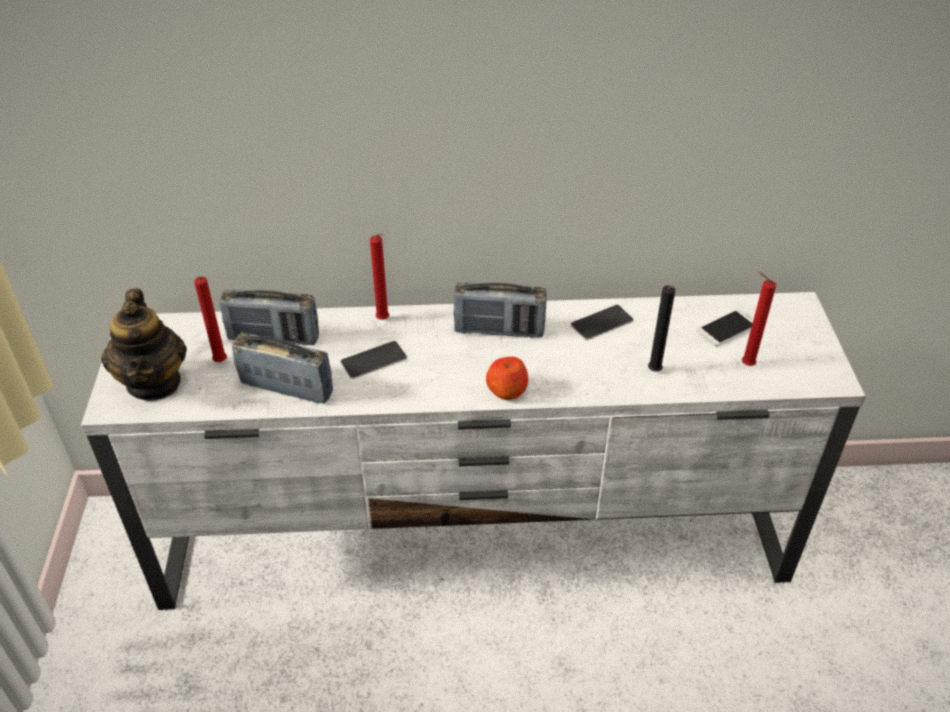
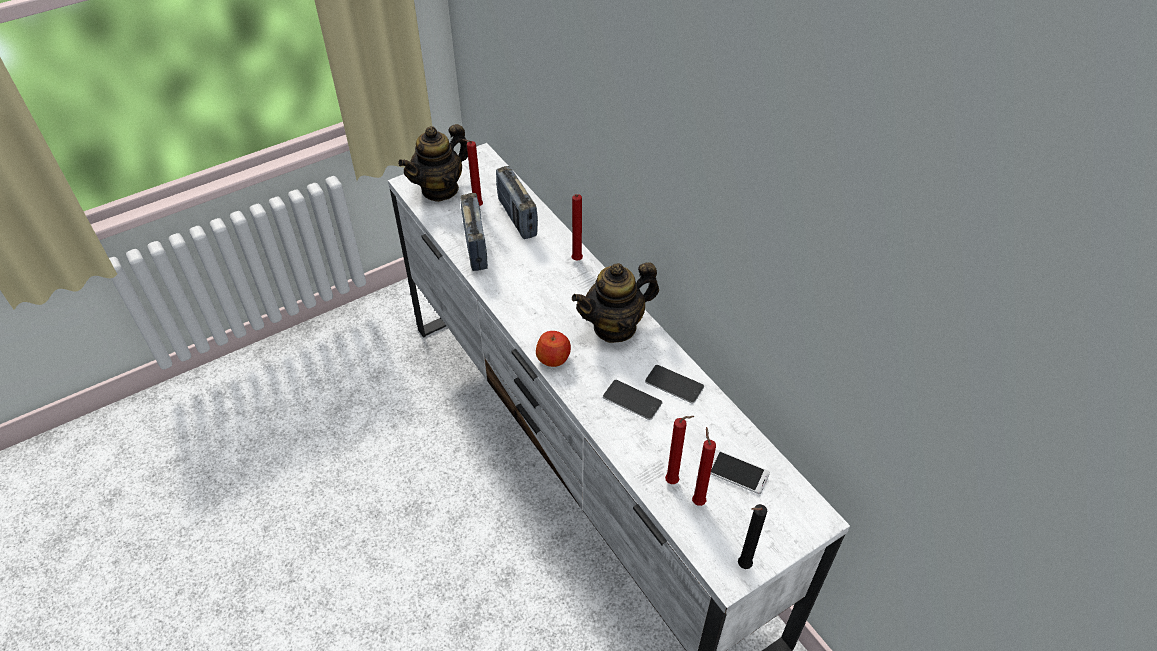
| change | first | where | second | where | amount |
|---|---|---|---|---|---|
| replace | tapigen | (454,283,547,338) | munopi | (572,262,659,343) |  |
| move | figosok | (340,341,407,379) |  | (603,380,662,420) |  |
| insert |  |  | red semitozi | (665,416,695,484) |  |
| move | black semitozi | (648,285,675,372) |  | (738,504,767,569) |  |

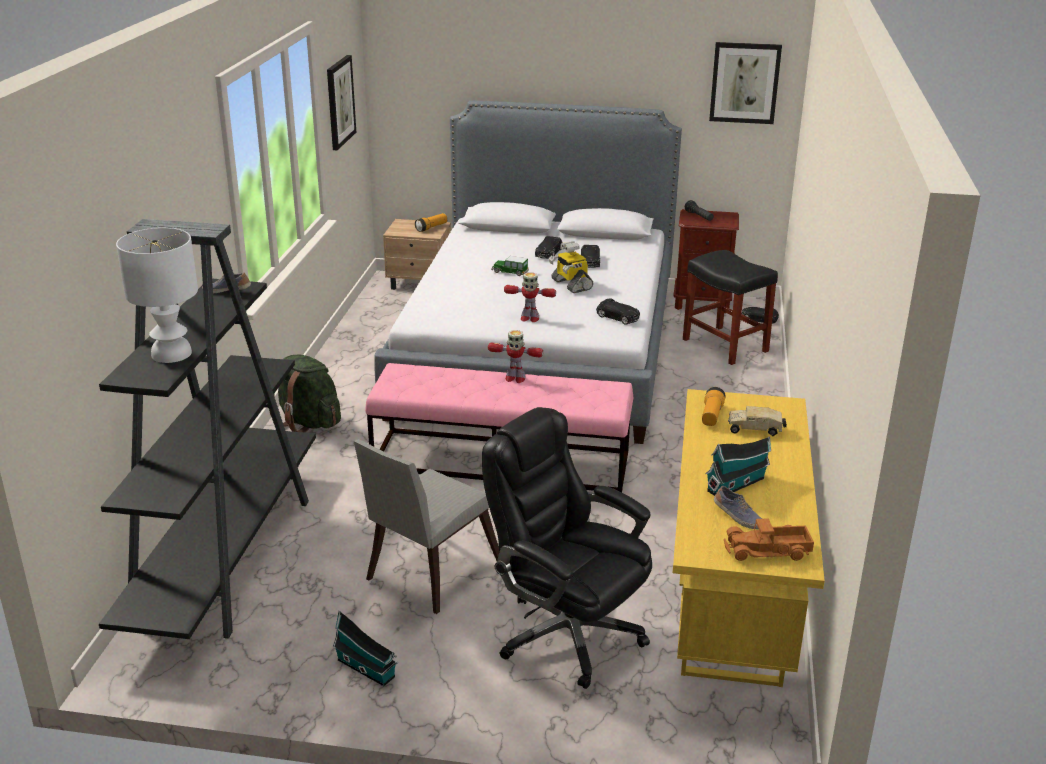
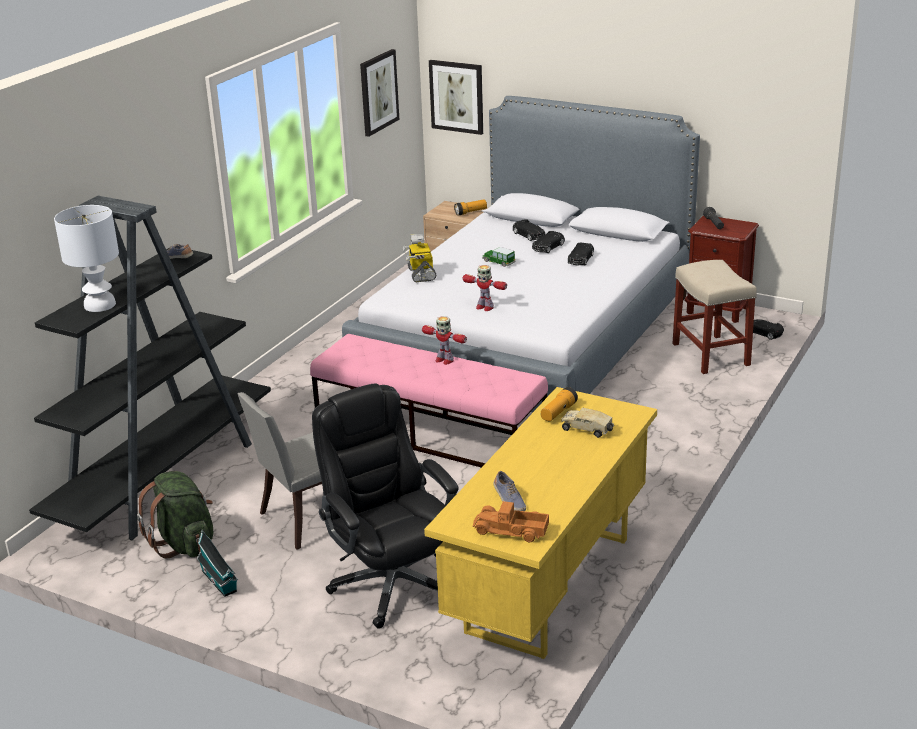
| change | first | where | second | where | amount |
|---|---|---|---|---|---|
| move | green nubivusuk | (270,355,341,432) |  | (137,471,214,558) |  |
| move | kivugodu | (549,241,593,293) |  | (402,234,436,282) |  |
| move | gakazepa | (709,42,782,124) |  | (429,60,483,135) |  |
| move | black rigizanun | (596,299,640,325) |  | (513,219,545,241) |  |
| recolor | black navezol | (683,250,778,365) | beige navezol | (672,260,757,374) |  |
| delete | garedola | (706,437,771,496) |  |  |  |

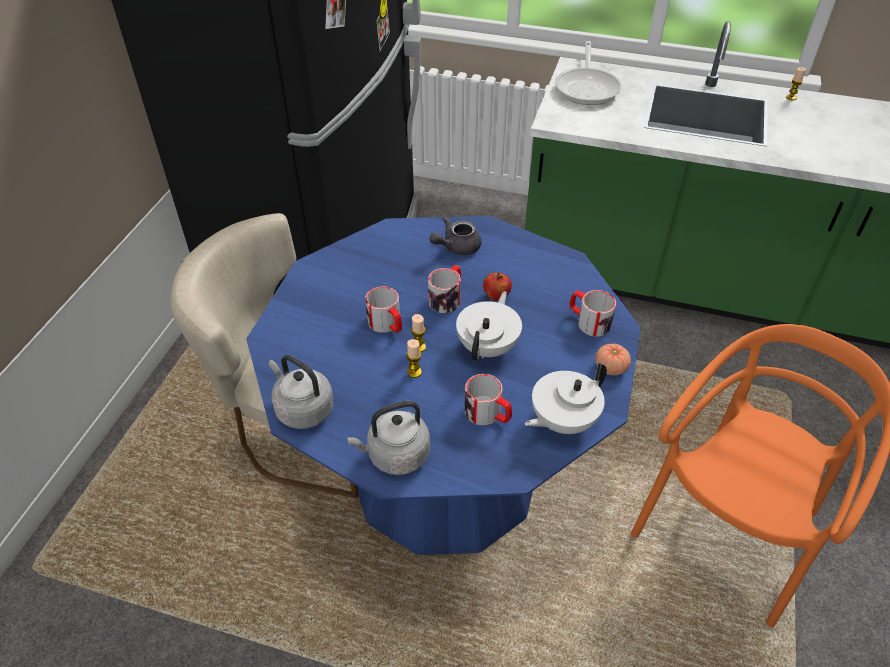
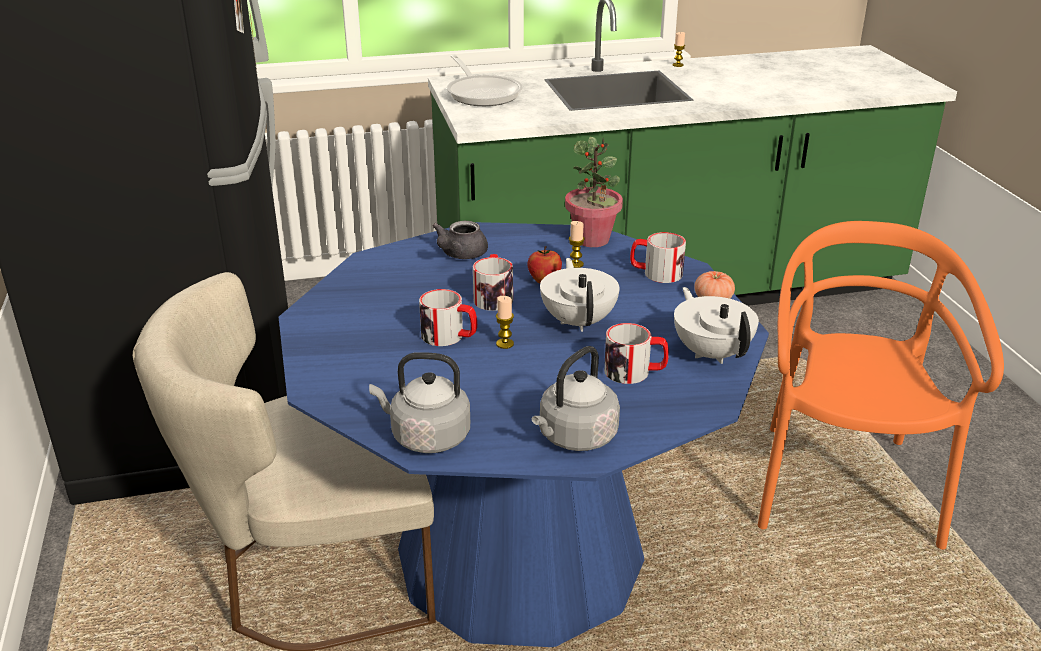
| change | first | where | second | where | amount |
|---|---|---|---|---|---|
| insert |  |  | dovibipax | (565,137,623,247) |  |
| move | semitozi | (406,339,422,378) |  | (569,221,585,268) |  |
| rotate | white munopi | (525,362,607,434) |  | (674,287,759,364) | 135 degrees clockwise |

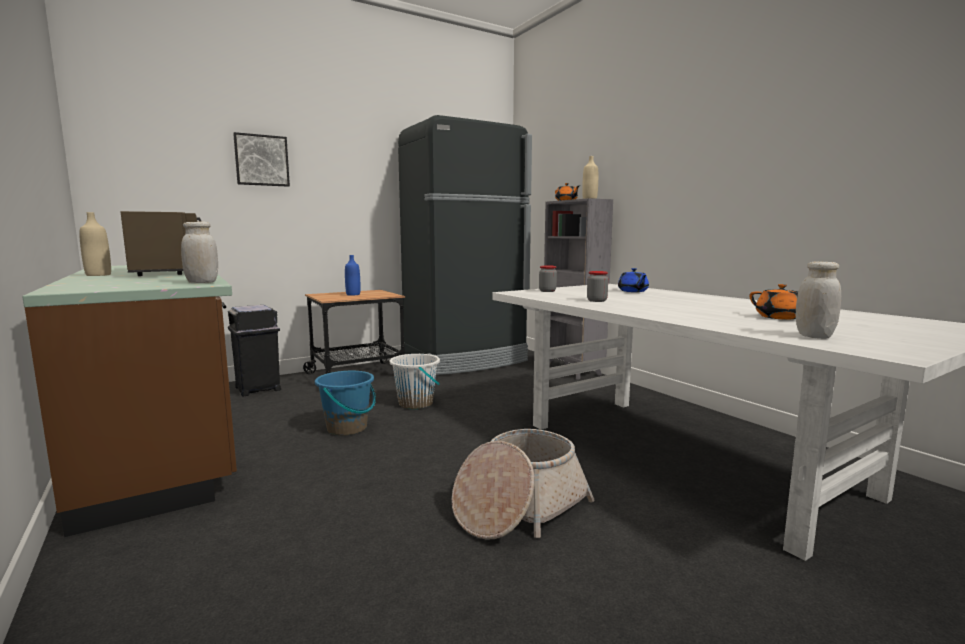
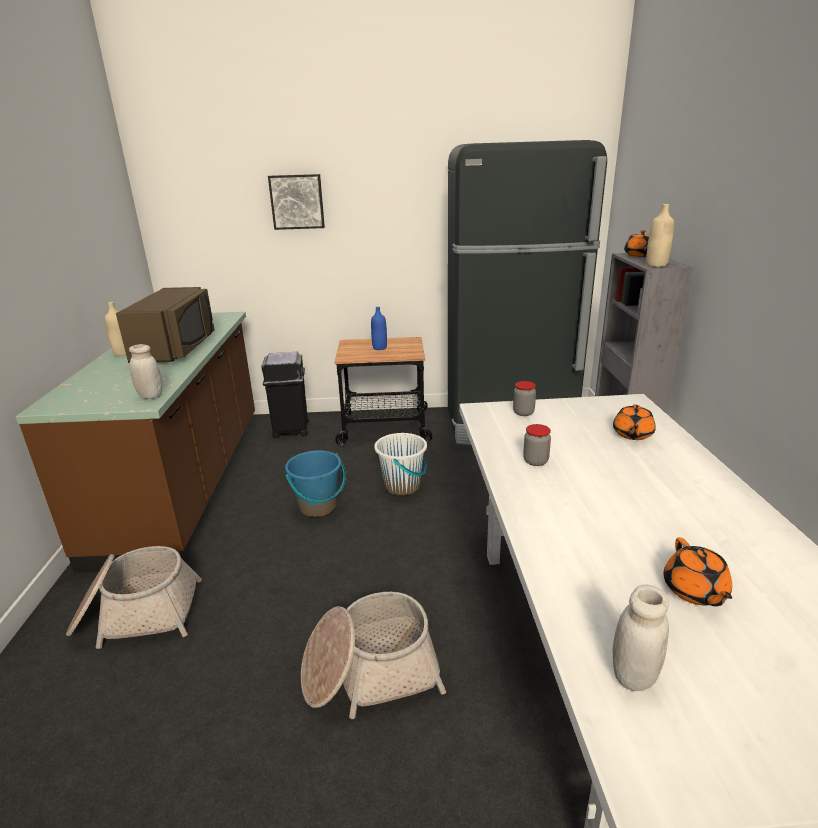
| change | first | where | second | where | amount |
|---|---|---|---|---|---|
| insert |  |  | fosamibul | (66,546,202,649) |  |
| recolor | blue munopi | (618,268,649,292) | orange munopi | (613,404,656,440) |  |

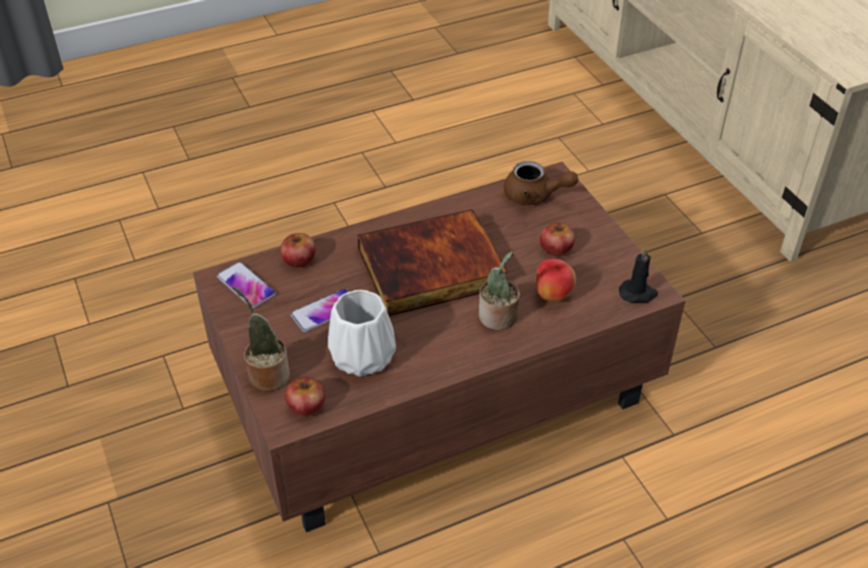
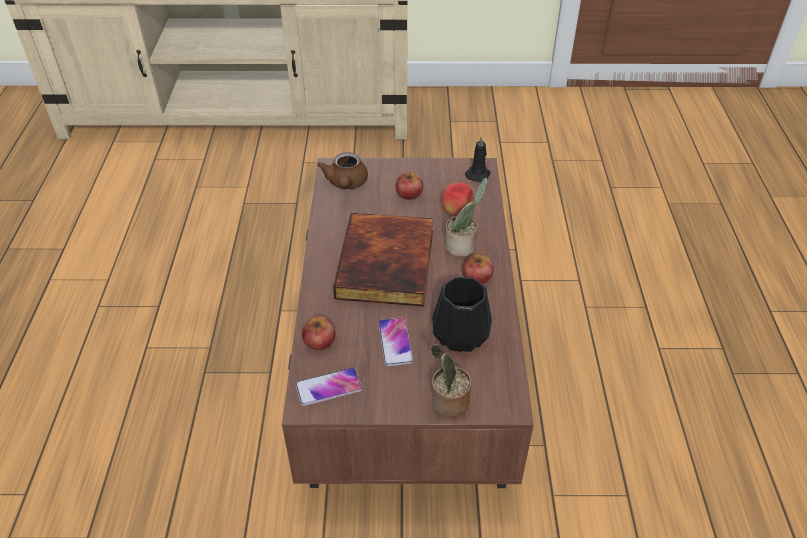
| change | first | where | second | where | amount |
|---|---|---|---|---|---|
| rotate | brown munopi | (504,161,578,205) |  | (317,152,368,189) | 135 degrees clockwise |
| recolor | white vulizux | (328,290,396,377) | black vulizux | (432,276,492,352) |  |
| move | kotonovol | (285,377,325,416) |  | (462,254,494,284) |  |

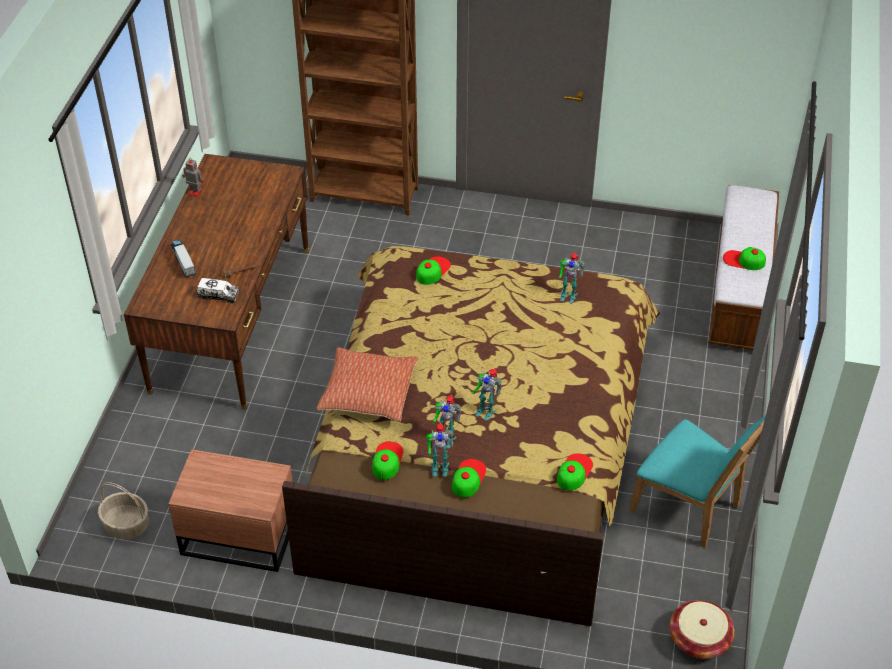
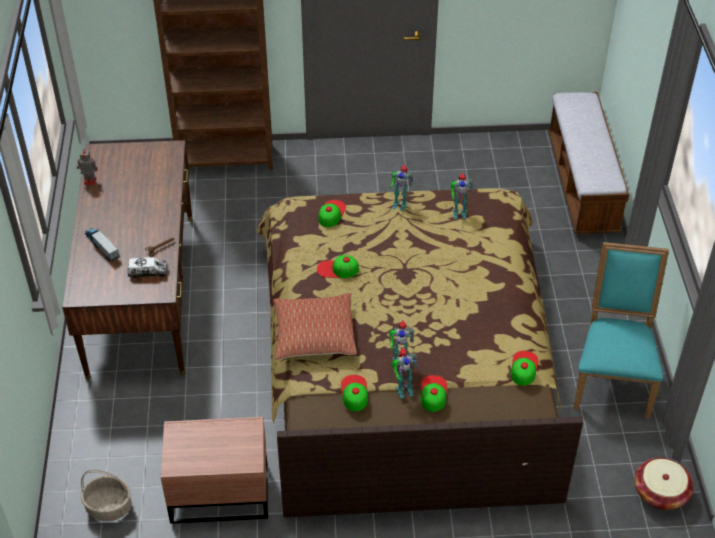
| change | first | where | second | where | amount |
|---|---|---|---|---|---|
| move | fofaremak | (723,247,766,270) |  | (317,255,359,278) |  |
| move | kivugodu | (472,368,502,420) |  | (390,165,413,211) |  |
| rotate | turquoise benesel | (629,416,765,548) |  | (574,242,669,419) | 105 degrees counterclockwise |

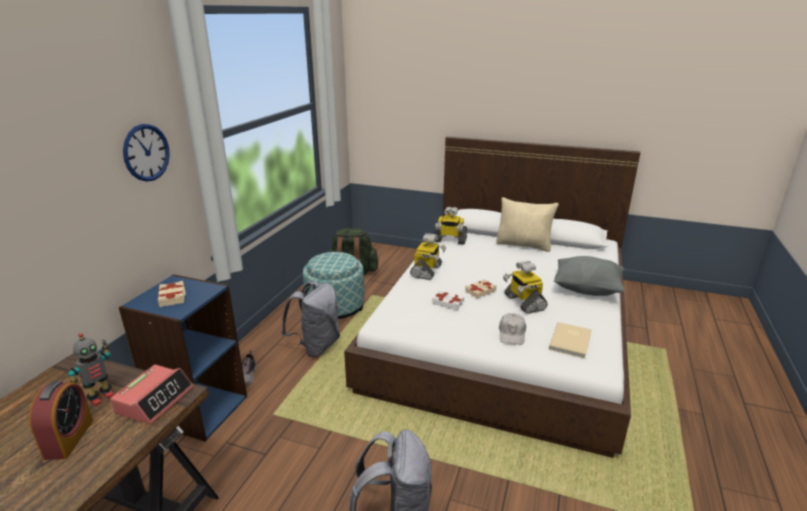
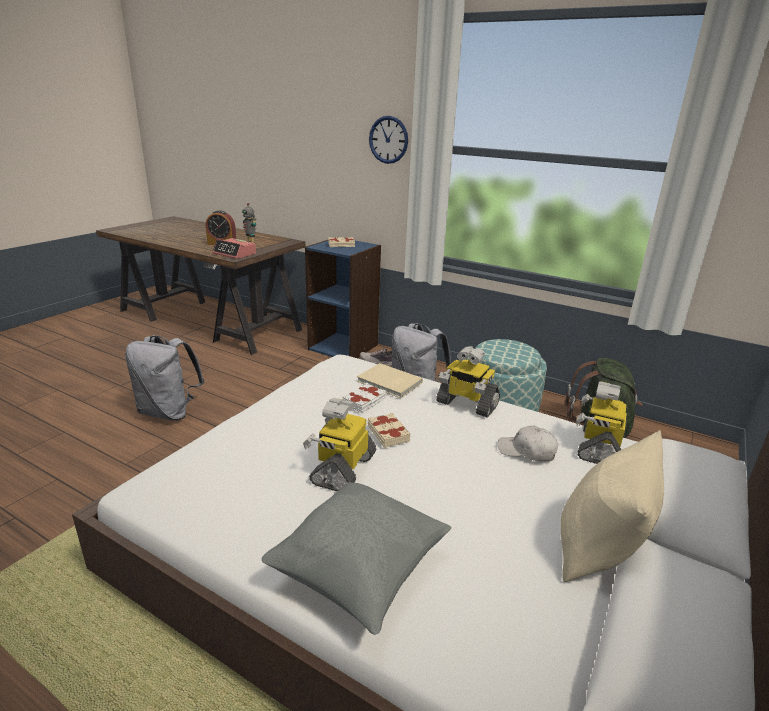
| change | first | where | second | where | amount |
|---|---|---|---|---|---|
| rotate | kivugodu | (503,261,548,314) |  | (303,398,376,491) | 60 degrees counterclockwise |
| move | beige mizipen | (549,322,592,359) |  | (357,363,423,398) |  |
| move | white fofaremak | (499,313,526,345) |  | (498,425,558,462) |  |

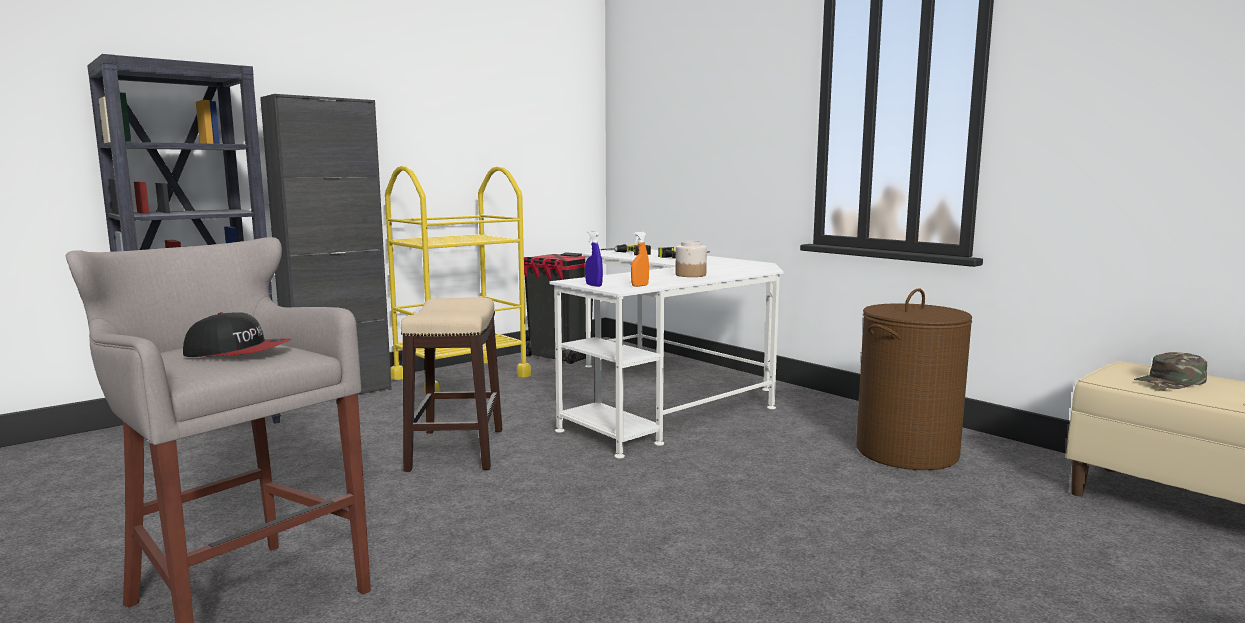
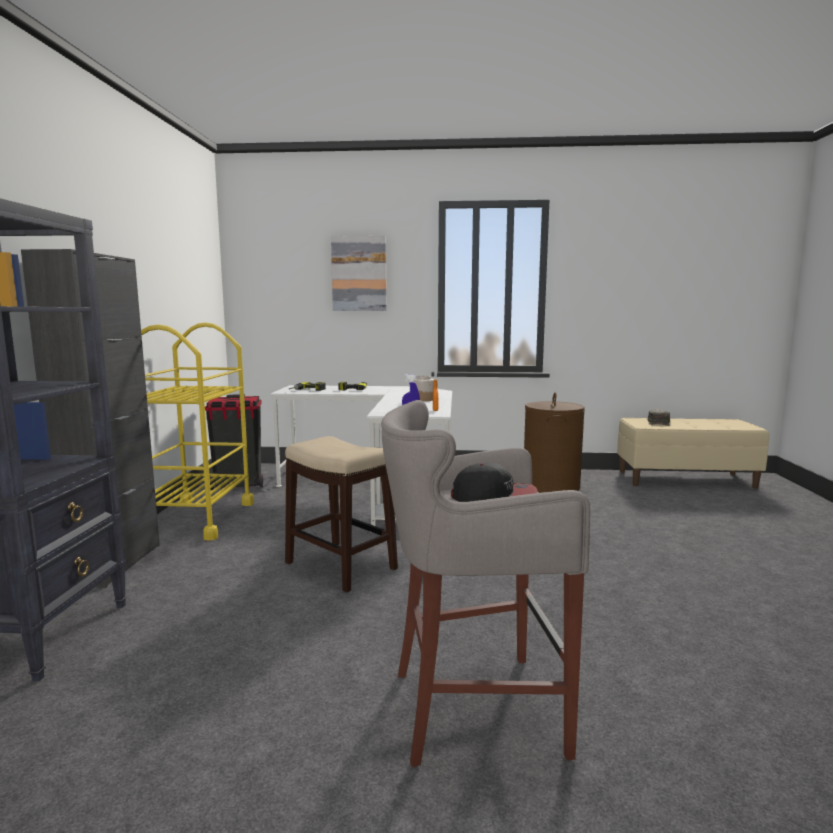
| change | first | where | second | where | amount |
|---|---|---|---|---|---|
| insert |  |  | gakazepa | (331,236,387,311) |  |
| rotate | fofaremak | (183,312,292,357) |  | (451,463,537,502) | 45 degrees clockwise |

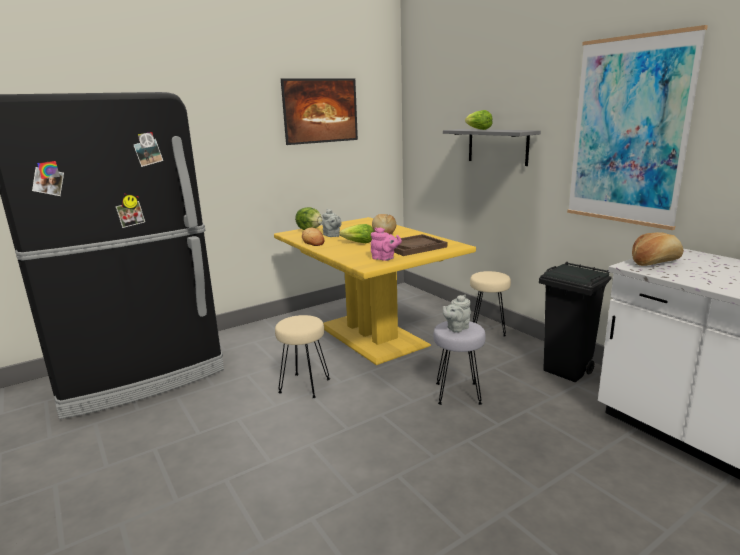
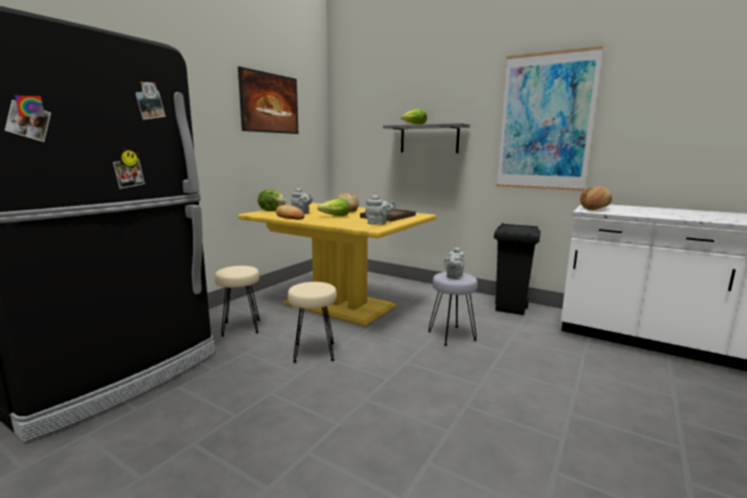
| change | first | where | second | where | amount |
|---|---|---|---|---|---|
| move | beige navezol | (470,271,511,337) |  | (214,266,260,337) |  |
| recolor | pink munopi | (371,227,402,261) | grey munopi | (365,195,396,225) |  |

